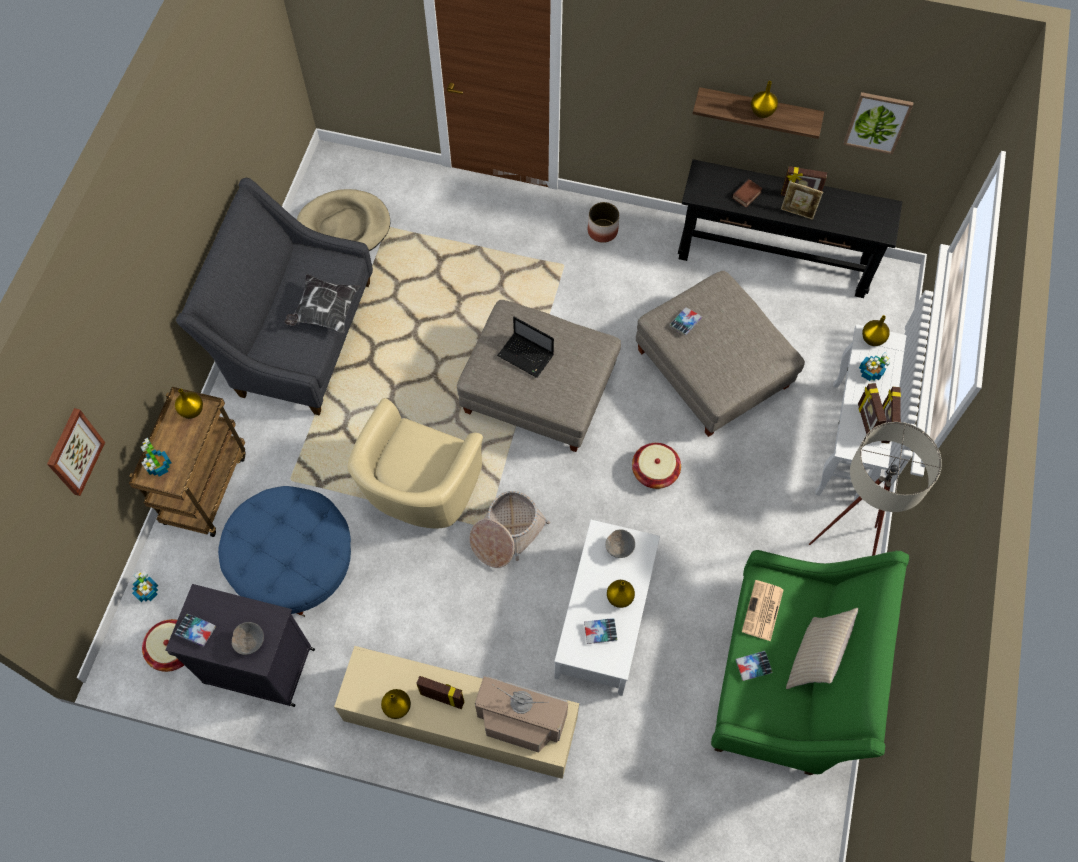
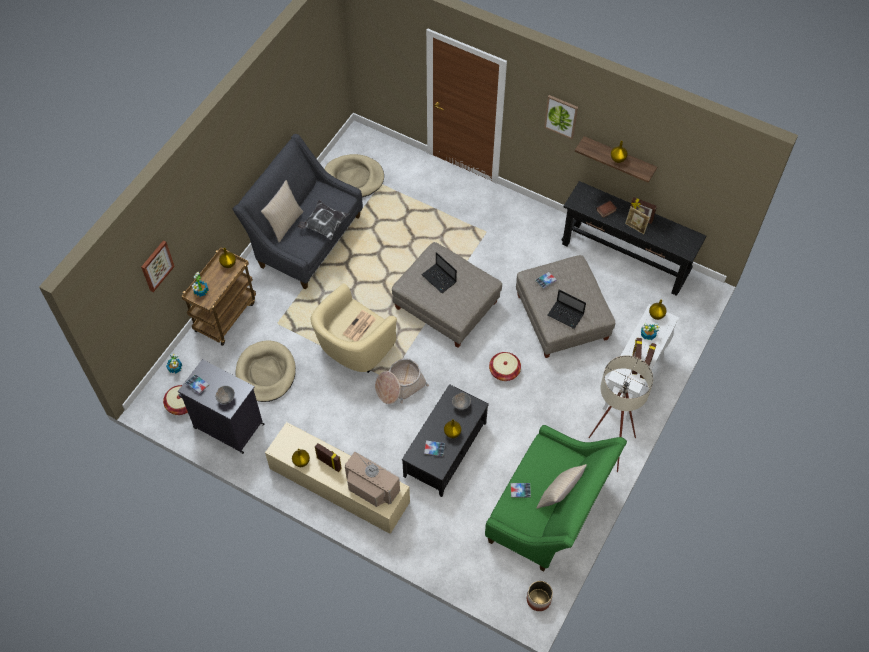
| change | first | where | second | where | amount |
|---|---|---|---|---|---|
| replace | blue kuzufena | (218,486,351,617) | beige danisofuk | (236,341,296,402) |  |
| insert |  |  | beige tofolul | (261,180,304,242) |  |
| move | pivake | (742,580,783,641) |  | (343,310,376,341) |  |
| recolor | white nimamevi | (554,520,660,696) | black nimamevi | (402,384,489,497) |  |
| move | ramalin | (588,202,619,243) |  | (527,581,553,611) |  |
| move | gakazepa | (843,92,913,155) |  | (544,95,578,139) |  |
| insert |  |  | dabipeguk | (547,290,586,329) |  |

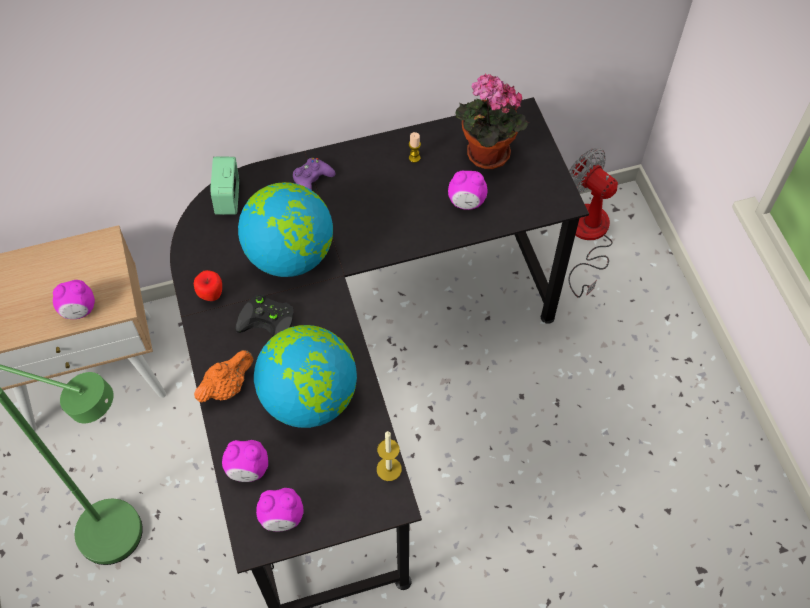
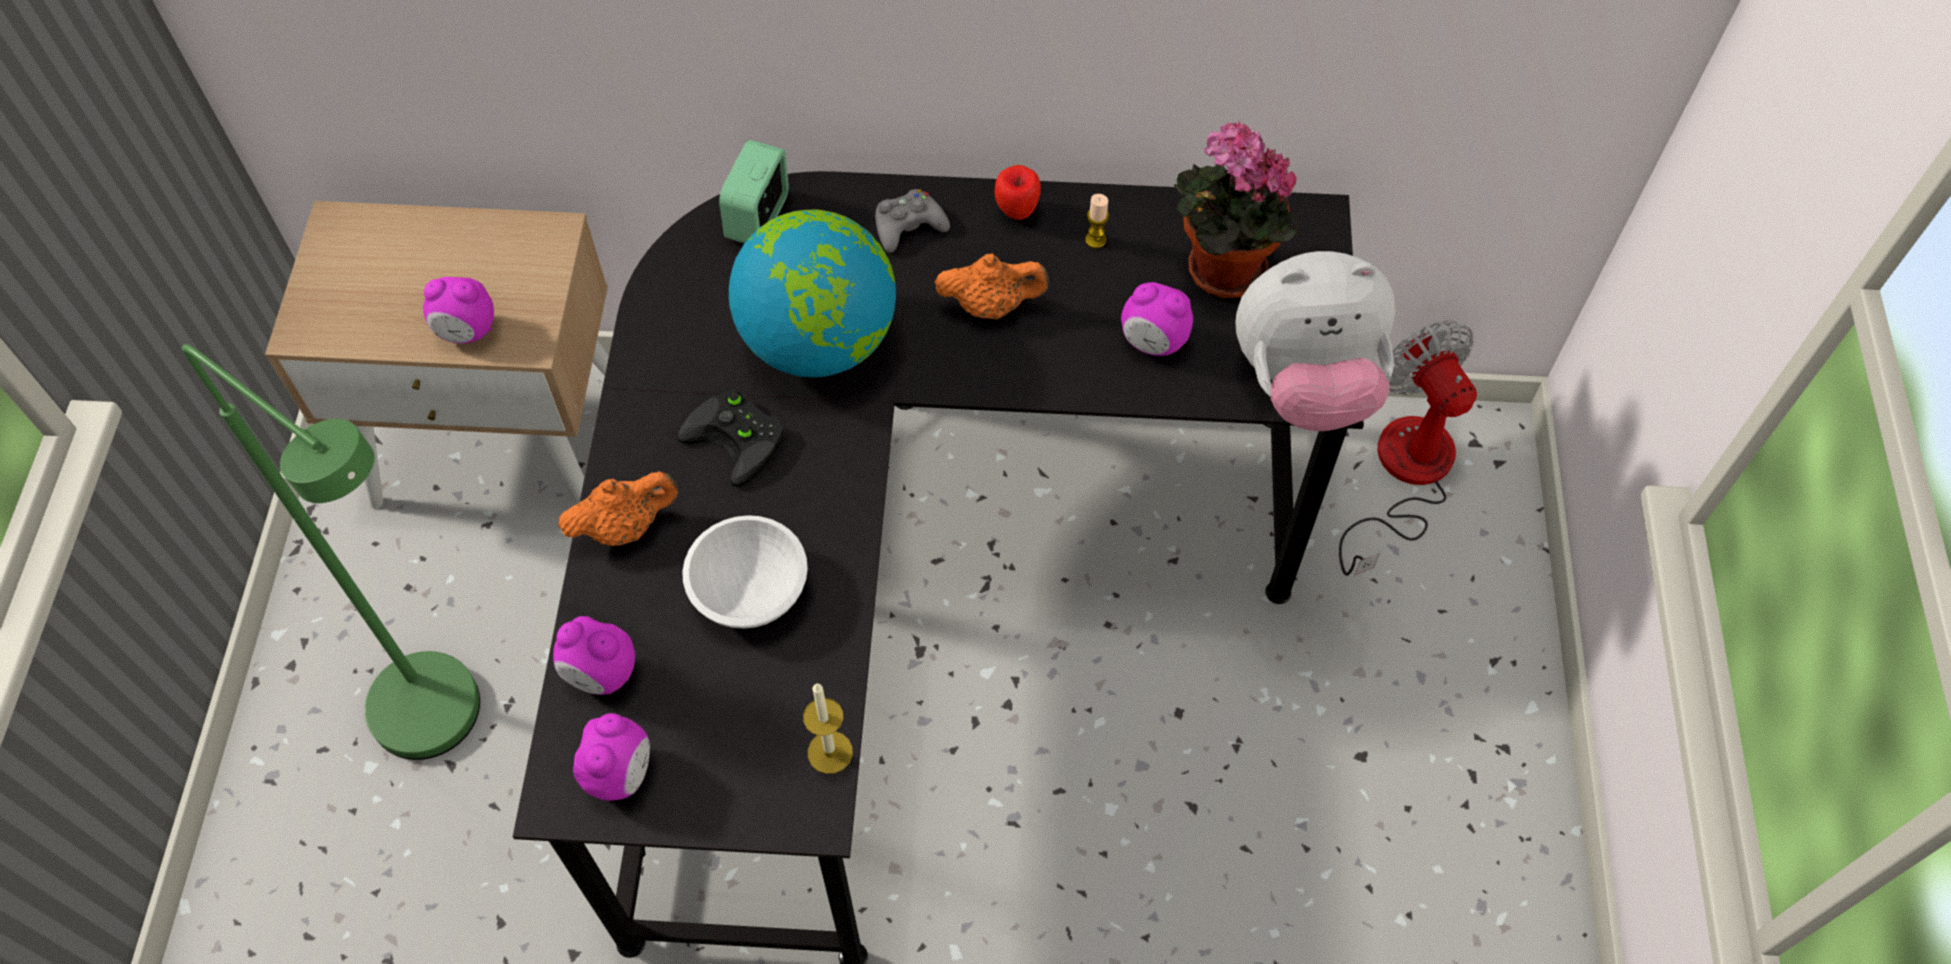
| change | first | where | second | where | amount |
|---|---|---|---|---|---|
| rotate | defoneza | (256,488,304,531) |  | (573,713,650,801) | 90 degrees counterclockwise |
| replace | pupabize | (254,325,357,428) | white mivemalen | (682,515,808,629) |  |
| recolor | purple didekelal | (293,158,336,190) | grey didekelal | (875,189,950,253) |  |
| insert |  |  | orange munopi | (934,253,1049,319) |  |
| move | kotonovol | (194,270,222,301) |  | (995,165,1041,220) |  |
| insert |  |  | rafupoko | (1235,251,1396,431) |  |

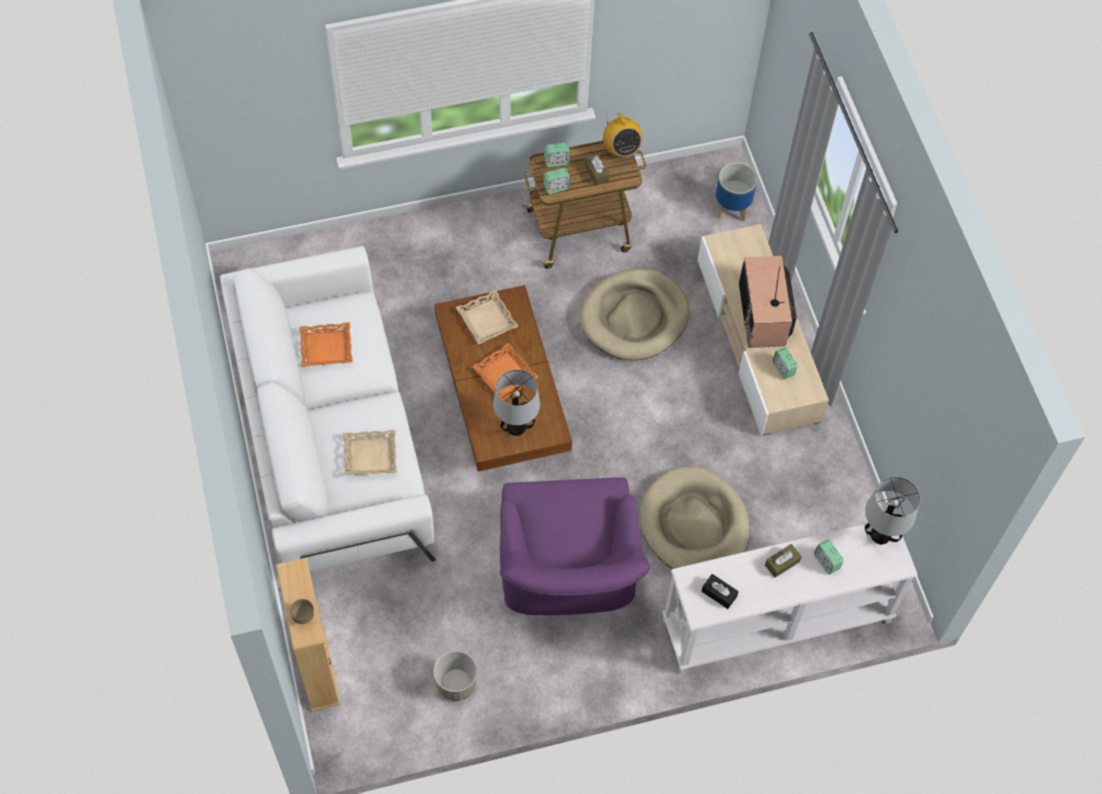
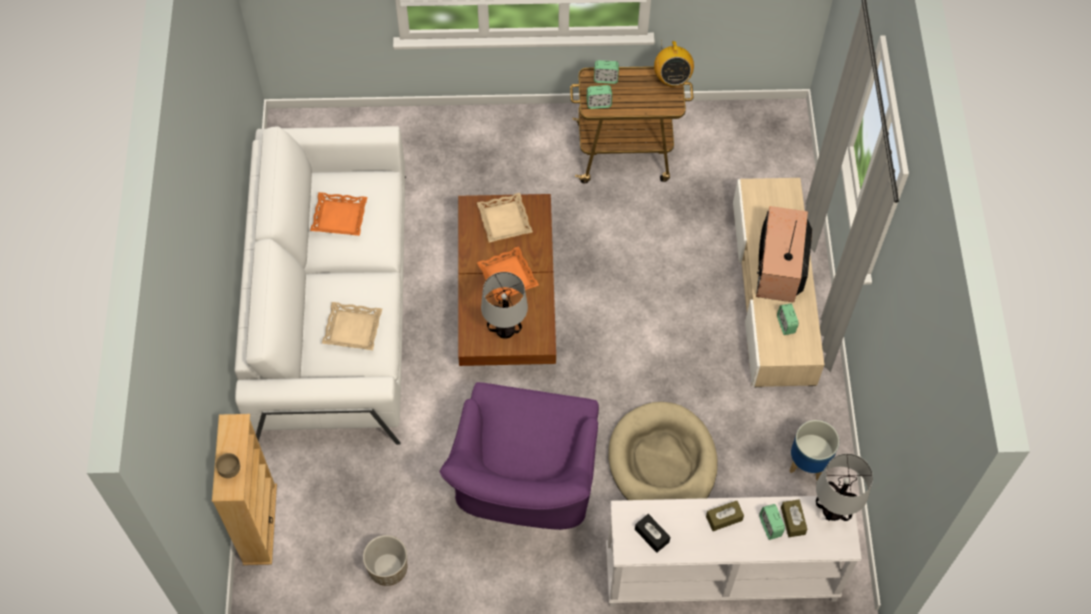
| change | first | where | second | where | amount |
|---|---|---|---|---|---|
| move | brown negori | (585,154,609,186) |  | (781,500,808,537) |  |
| move | ramalin | (716,162,757,222) |  | (790,420,839,480) |  |
| delete | beige danisofuk | (580,269,690,360) |  |  |  |

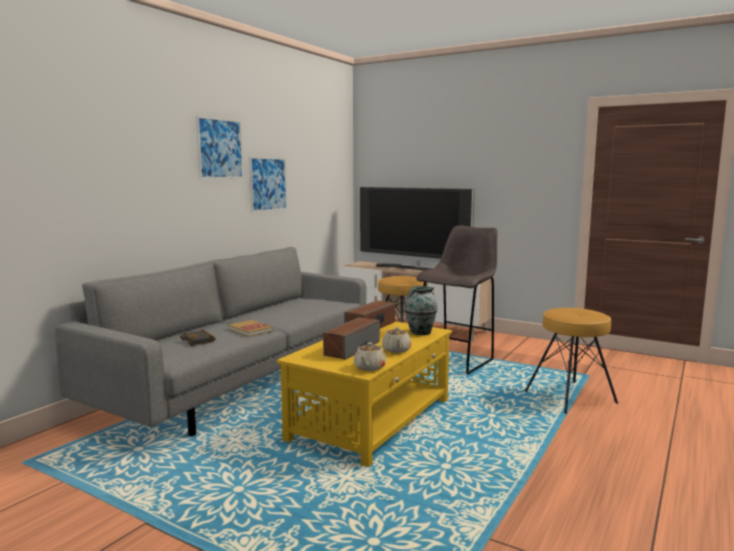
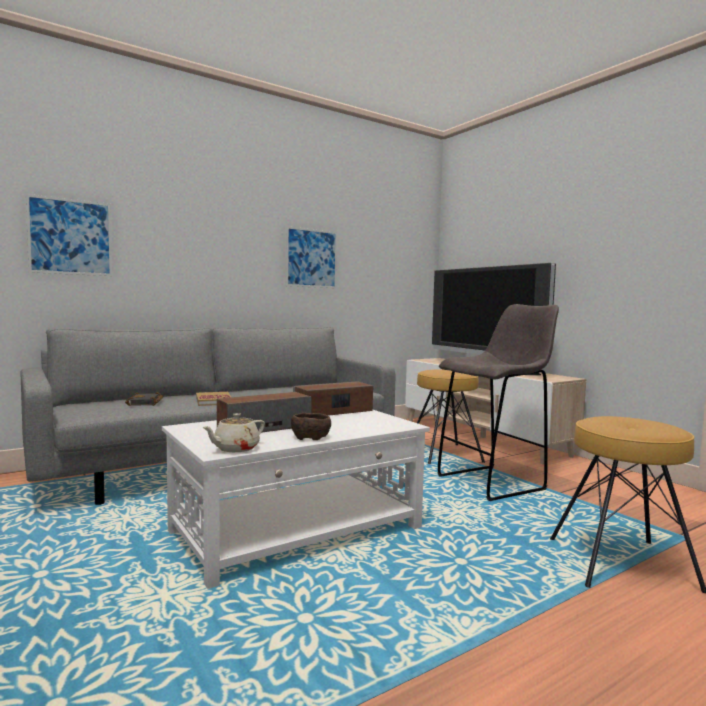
| change | first | where | second | where | amount |
|---|---|---|---|---|---|
| move | gakazepa | (196,116,244,179) |  | (26,194,112,276) |  |
| recolor | yellow nimamevi | (277,321,452,467) | white nimamevi | (162,410,430,589) |  |
| replace | beige munopi | (382,327,412,353) | brown mivemalen | (291,413,331,440) |  |
| delete | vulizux | (404,286,438,335) |  |  |  |

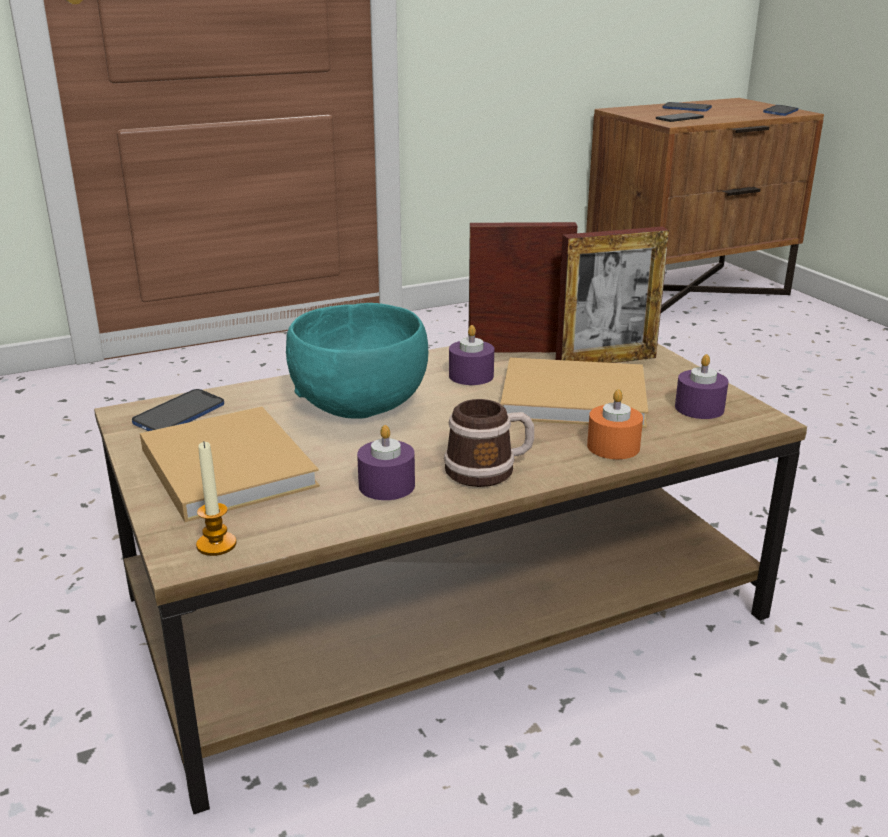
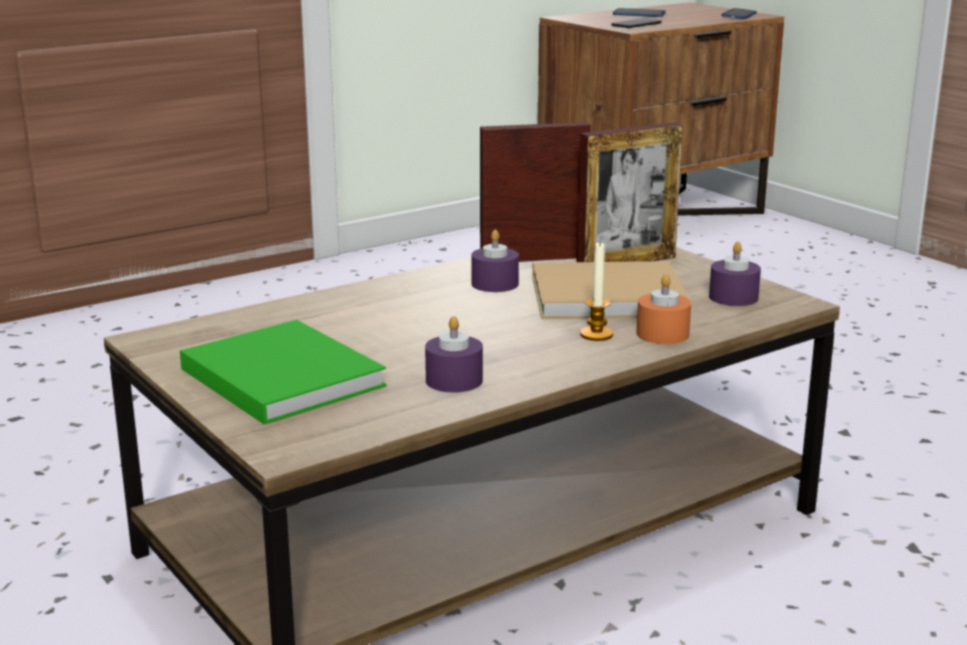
| change | first | where | second | where | amount |
|---|---|---|---|---|---|
| recolor | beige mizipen | (140,406,320,522) | green mizipen | (180,320,387,425) |  |
| move | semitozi | (196,442,237,556) |  | (580,243,613,341) |  |
| delete | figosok | (132,389,224,431) |  |  |  |
| delete | turquoise mivemalen | (286,303,428,419) |  |  |  |
| delete | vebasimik | (444,399,534,487) |  |  |  |

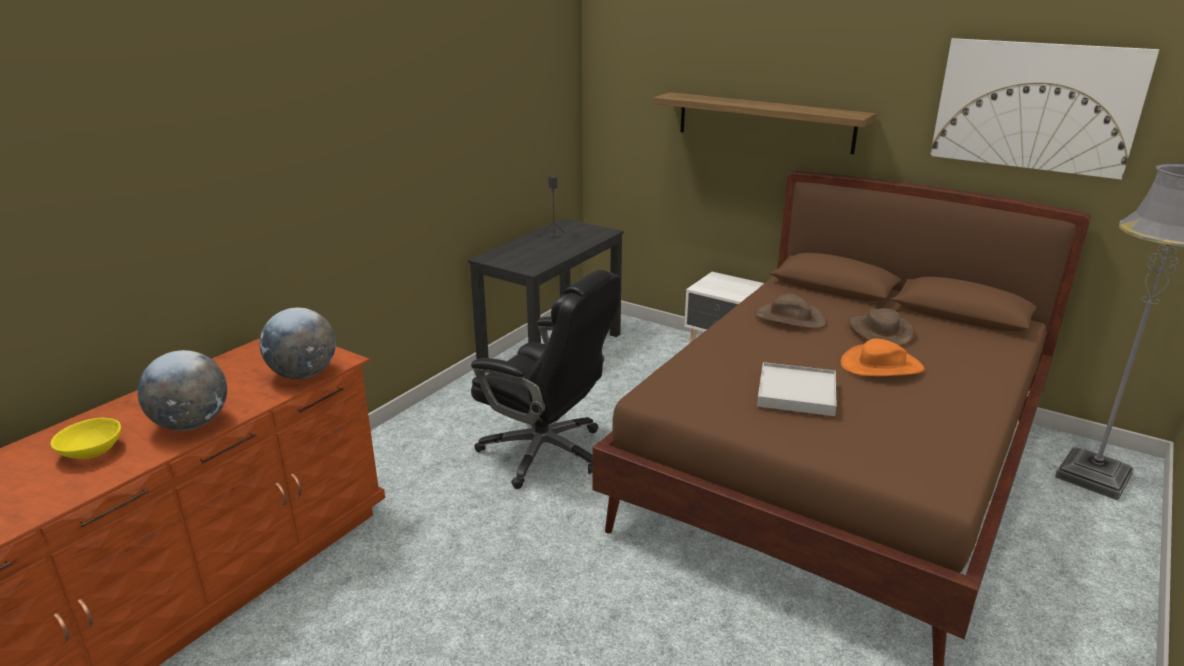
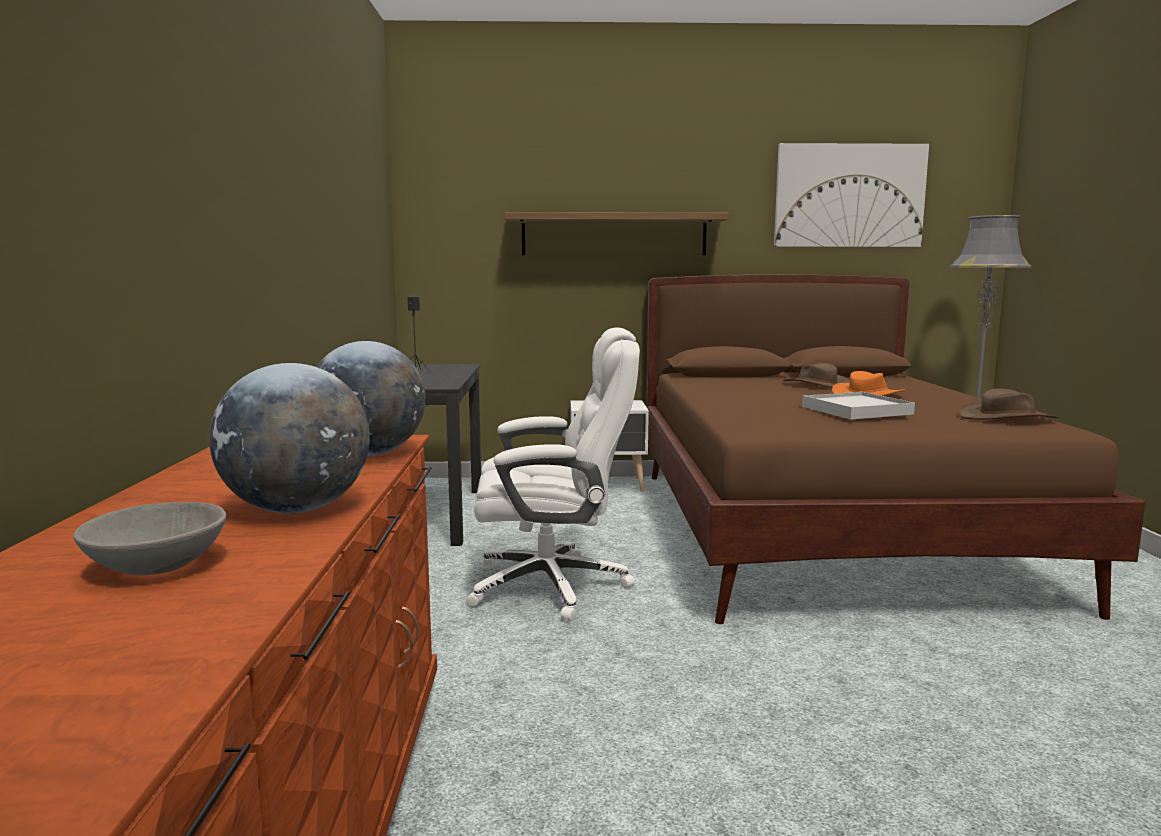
| change | first | where | second | where | amount |
|---|---|---|---|---|---|
| recolor | yellow mivemalen | (50,418,121,459) | grey mivemalen | (73,502,226,575) |  |
| recolor | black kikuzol | (471,270,621,489) | white kikuzol | (466,328,640,621) |  |
| move | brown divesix | (754,294,827,329) |  | (958,389,1058,419) |  |

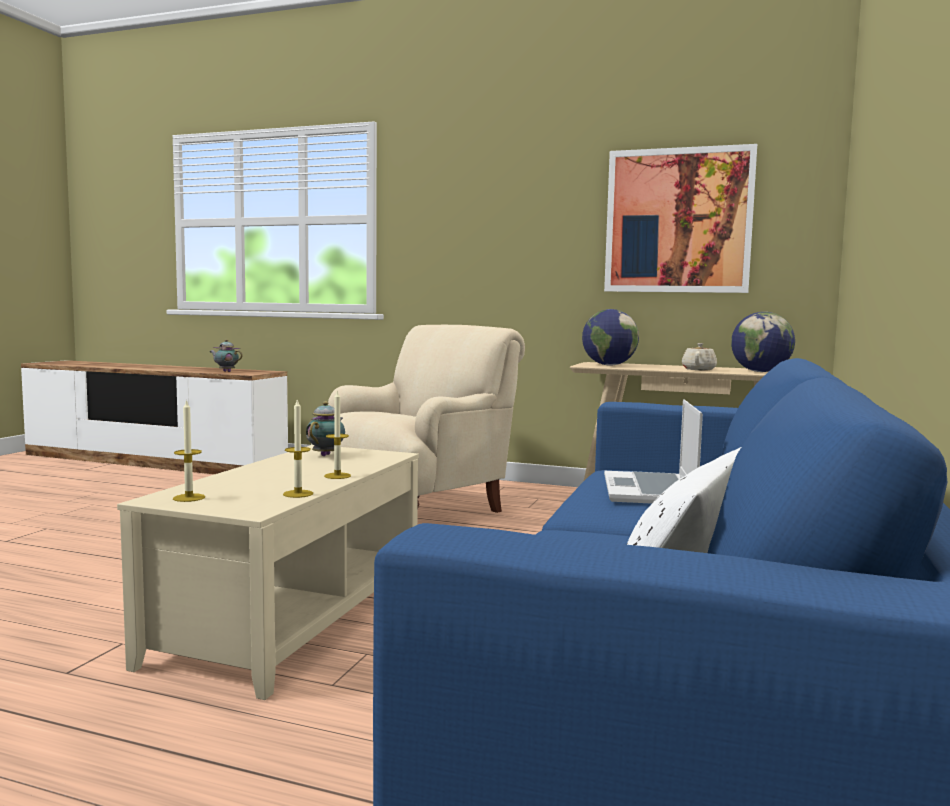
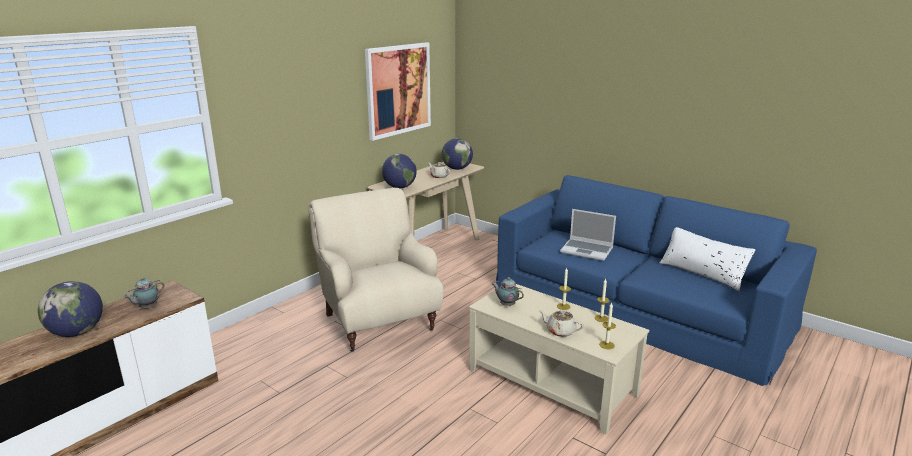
| change | first | where | second | where | amount |
|---|---|---|---|---|---|
| insert |  |  | pupabize | (38,281,103,337) |  |
| insert |  |  | beige munopi | (539,310,584,337) |  |

